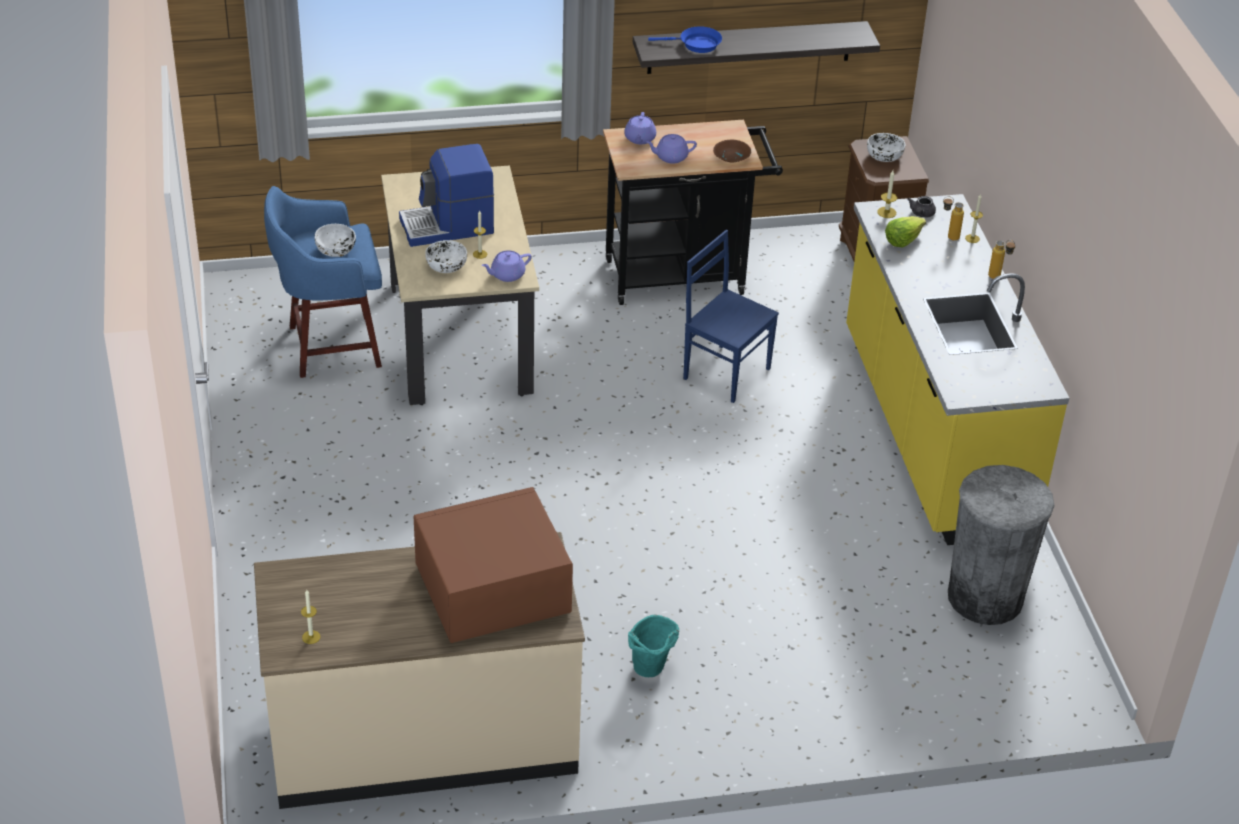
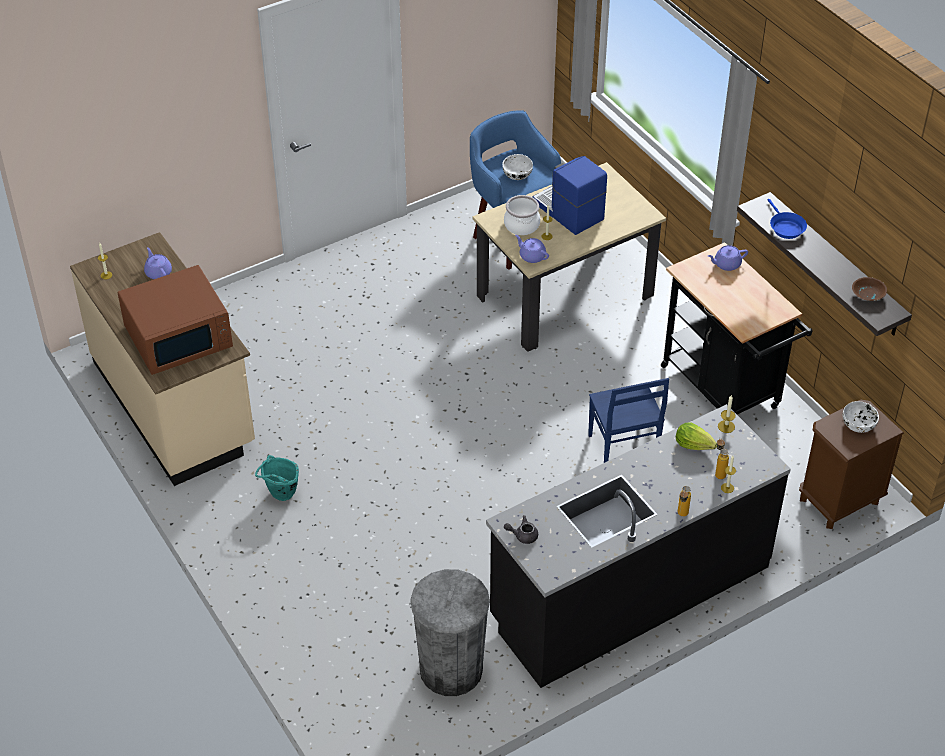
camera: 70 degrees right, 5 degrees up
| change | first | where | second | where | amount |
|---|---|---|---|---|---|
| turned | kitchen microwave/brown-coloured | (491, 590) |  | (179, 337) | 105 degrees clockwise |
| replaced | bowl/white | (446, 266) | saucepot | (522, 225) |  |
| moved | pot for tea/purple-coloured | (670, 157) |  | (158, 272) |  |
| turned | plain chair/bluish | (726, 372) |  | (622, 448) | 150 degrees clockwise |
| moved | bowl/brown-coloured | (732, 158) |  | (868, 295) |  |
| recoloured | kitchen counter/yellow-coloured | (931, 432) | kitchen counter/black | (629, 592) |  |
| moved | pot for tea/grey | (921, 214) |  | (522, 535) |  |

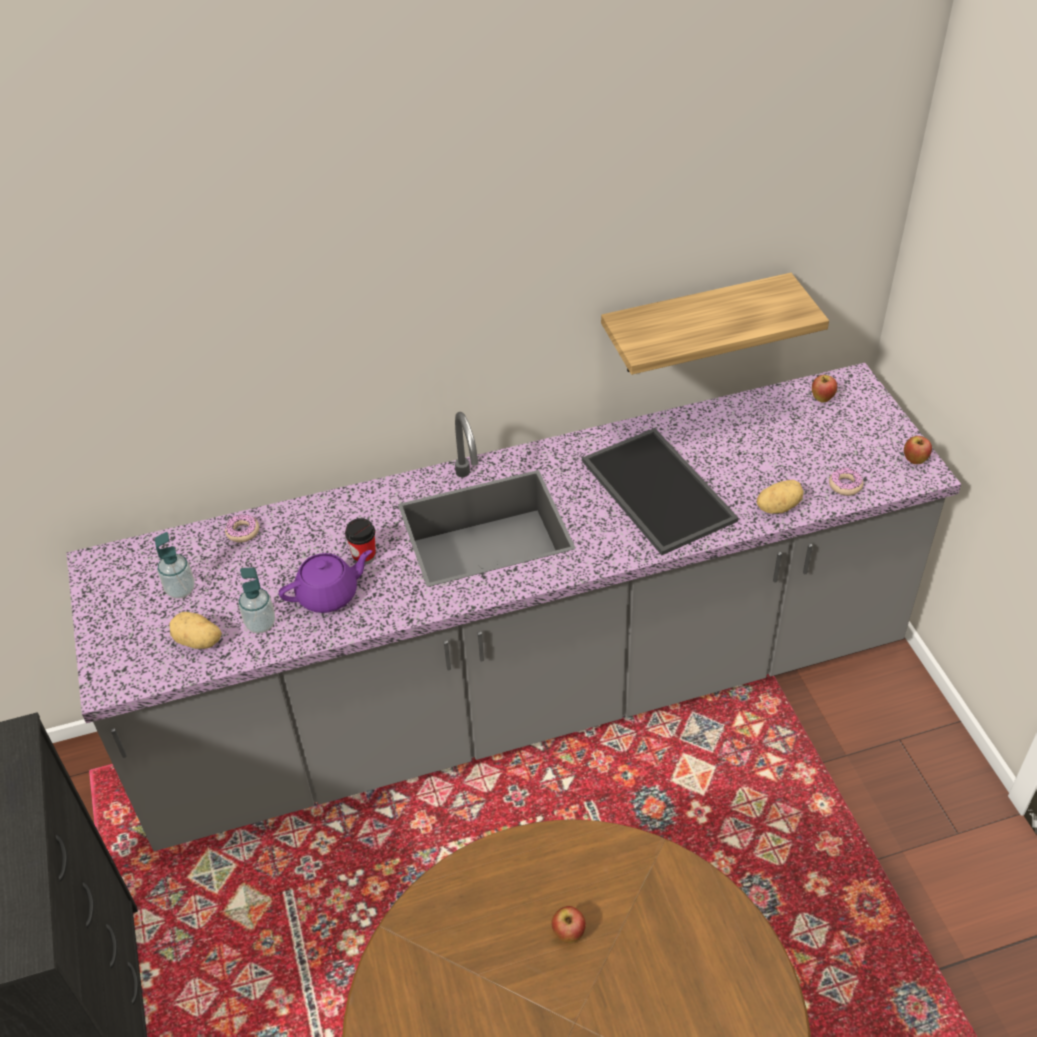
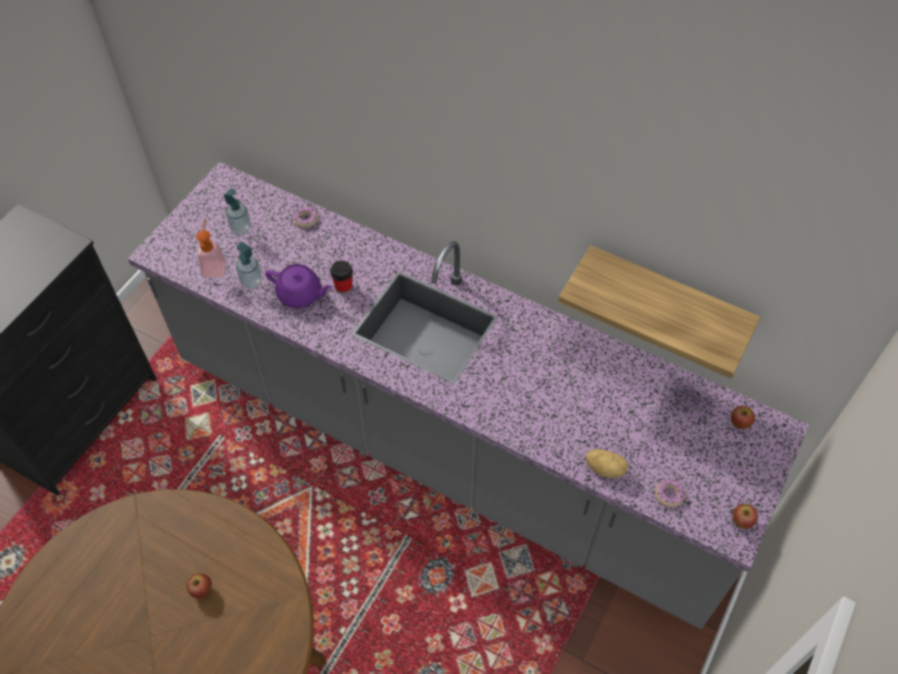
camera: 45 degrees right, 10 degrees up
| change | first | where | second | where | amount |
|---|---|---|---|---|---|
| replaced | spud | (198, 642) | soap dispenser | (214, 265) |  |
| removed | serving tray | (655, 490) |  |  |  |

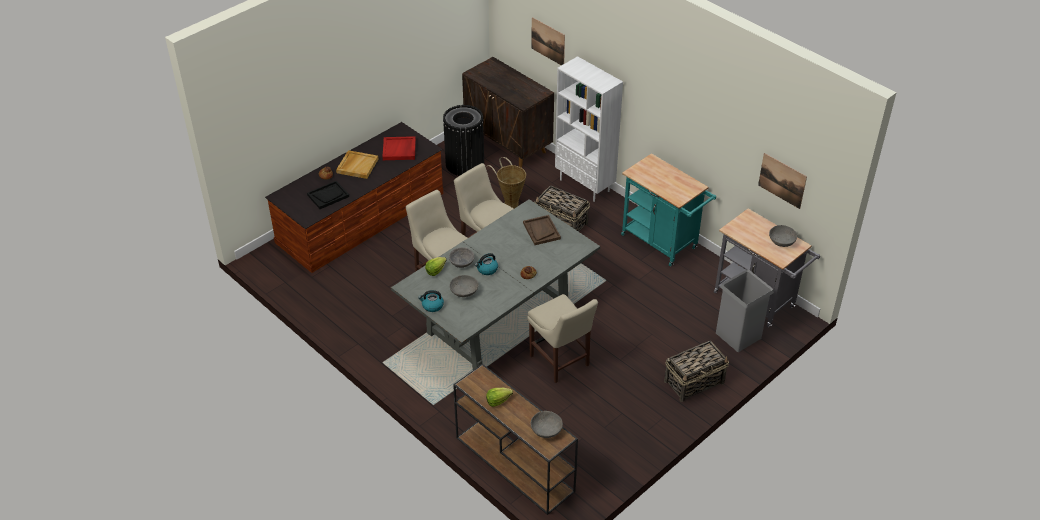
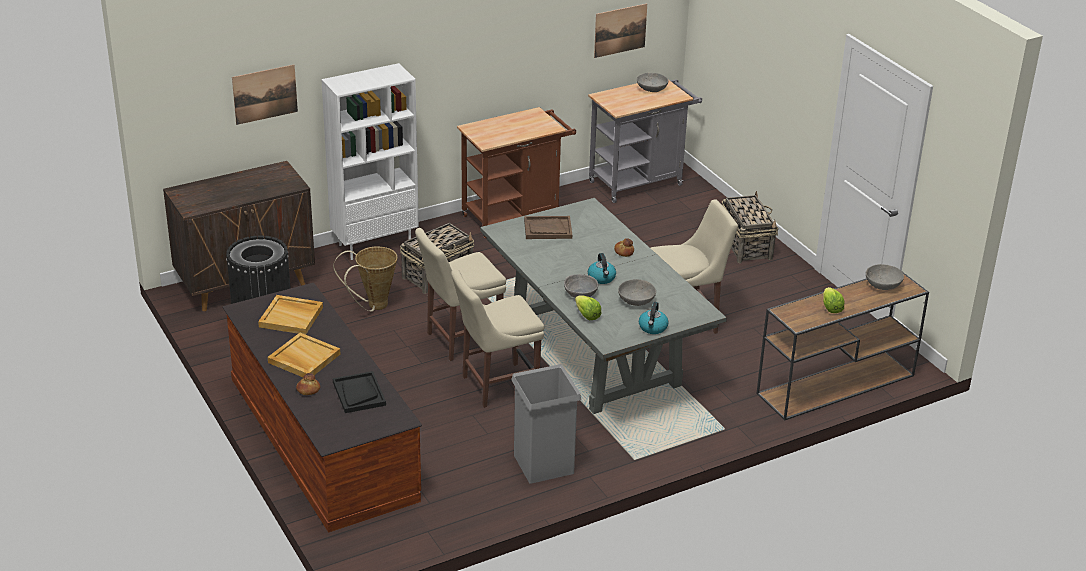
camera: 75 degrees left, 10 degrees down
| change | first | where | second | where | amount |
|---|---|---|---|---|---|
| recoloured | serving tray/red-coloured | (399, 150) | serving tray/beige | (291, 317) |  |
| recoloured | wheeled cart/blue-green | (663, 243) | wheeled cart/brown-coloured | (515, 215) |  |
| moved | trash can/grey | (738, 335) |  | (543, 463) |  |

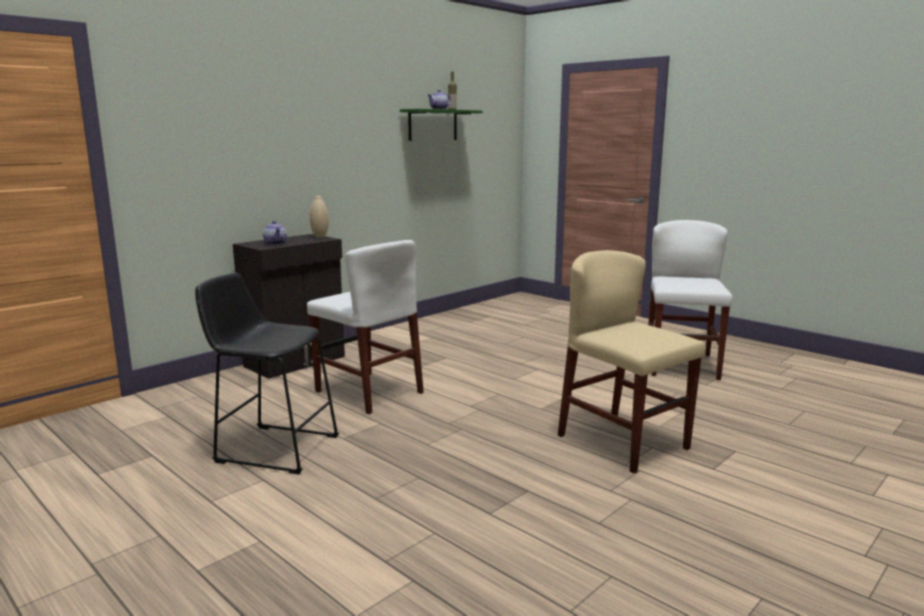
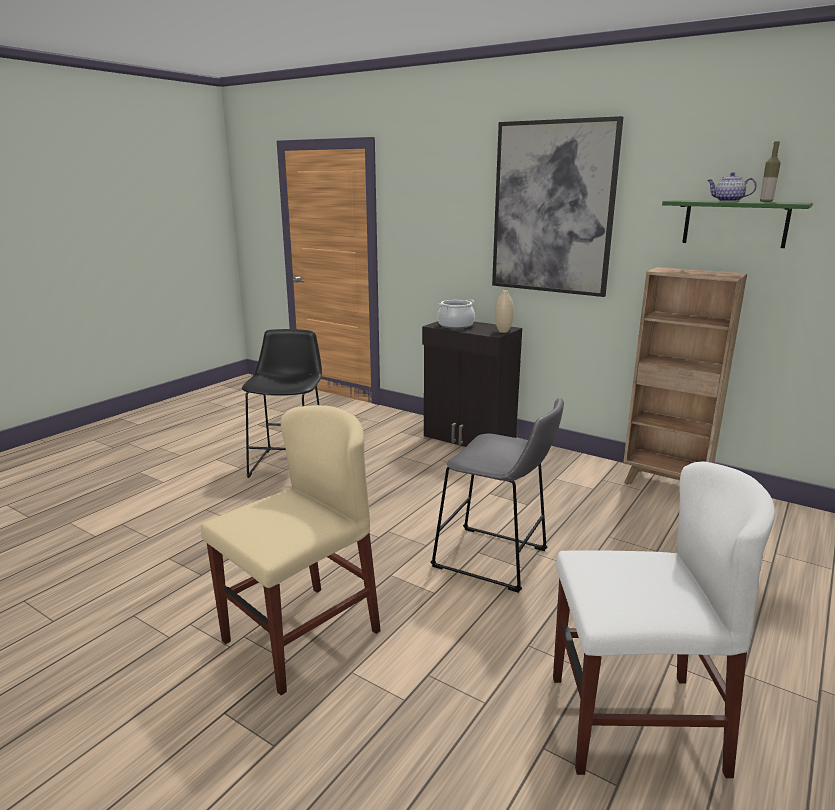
camera: 80 degrees right, 5 degrees up
| change | first | where | second | where | amount |
|---|---|---|---|---|---|
| replaced | pot for tea | (276, 243) | saucepot | (456, 325) |  |
| removed | plain chair/white | (368, 392) |  |  |  |
| added |  |  | stool seat/grey | (496, 560) |  |
| added |  |  | wall picture | (553, 208) |  |
| added |  |  | bookcase/brown-coloured | (665, 485) |  |

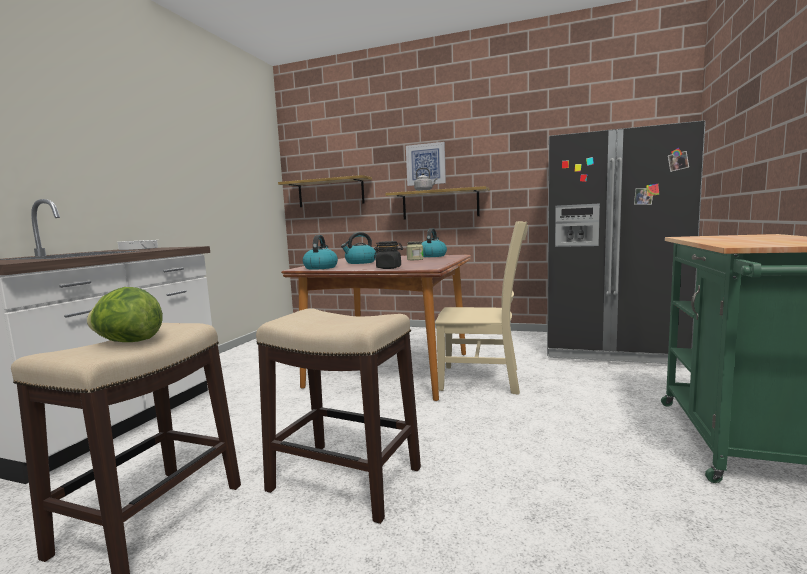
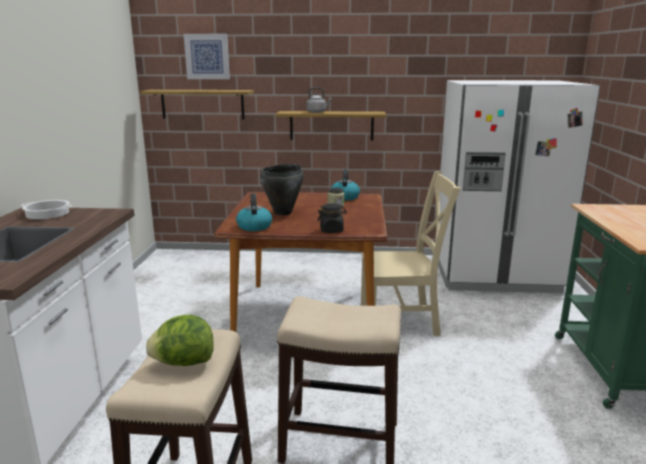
camera: 15 degrees left, 10 degrees up
| change | first | where | second | where | amount |
|---|---|---|---|---|---|
| replaced | tea kettle | (360, 262) | saucepot/black | (283, 213) |  |
| moved | wall picture | (426, 164) |  | (207, 56) |  |
| recoloured | refrigerator/black | (608, 348) | refrigerator/white | (494, 274) |  |

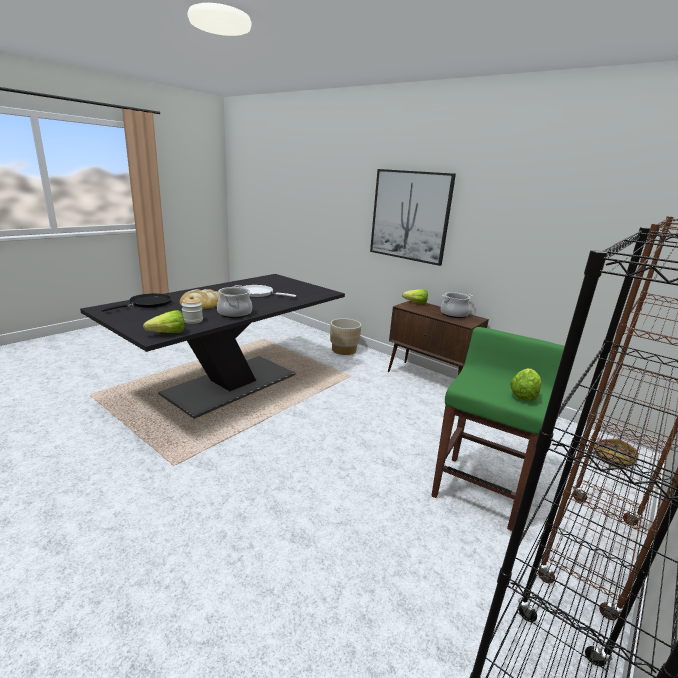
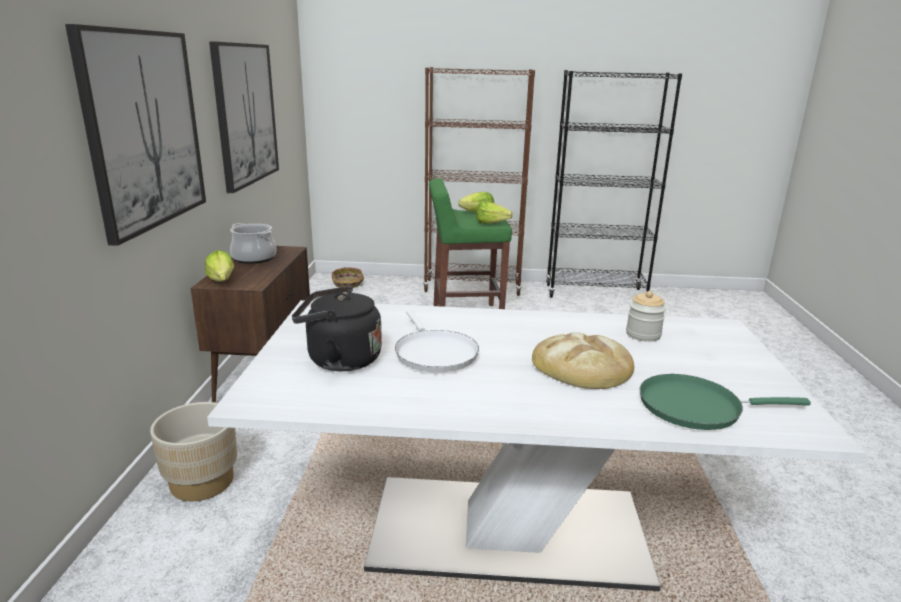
camera: 125 degrees left, 0 degrees up
| change | first | where | second | where | amount |
|---|---|---|---|---|---|
| recoloured | kitchen table/black | (231, 384) | kitchen table/white | (508, 532) |  |
| recoloured | pan/black | (148, 304) | pan/green-coloured | (696, 407) |  |
| moved | head of lettuce | (164, 334) |  | (494, 224) |  |
| removed | saucepot | (234, 313) |  |  |  |
| added |  |  | wall picture | (245, 114) |  |
| added |  |  | tea kettle/black | (339, 360) |  |

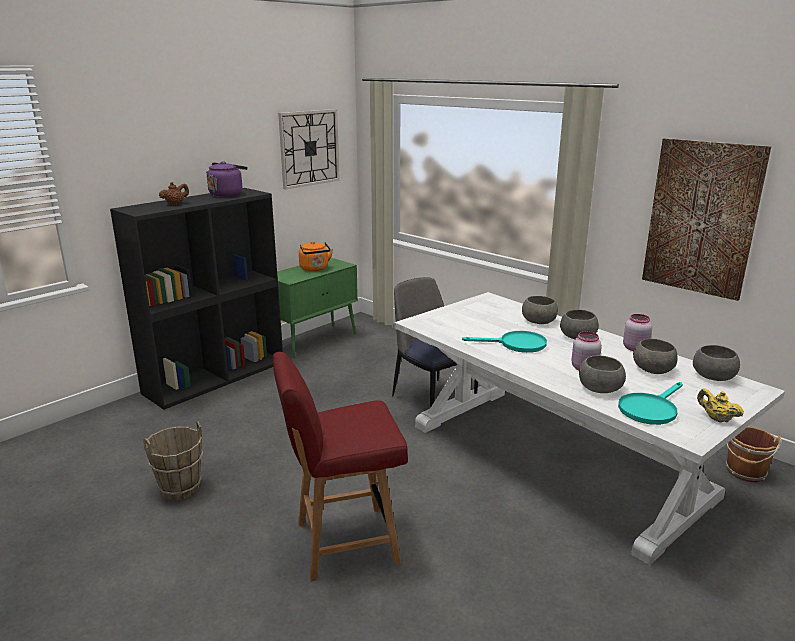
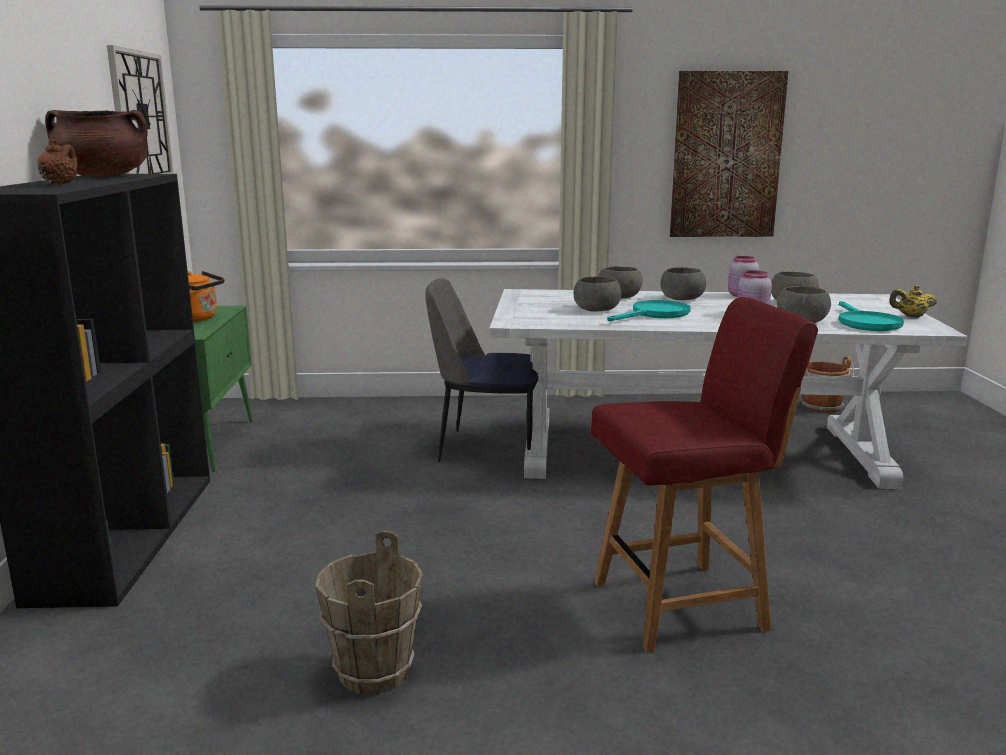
camera: 45 degrees left, 5 degrees down
| change | first | where | second | where | amount |
|---|---|---|---|---|---|
| replaced | tea kettle/purple-coloured | (227, 194) | saucepot/brown-coloured | (103, 177) |  |
| turned | plain chair/red-coloured | (343, 542) |  | (683, 604) | 135 degrees counterclockwise |
| moved | bowl/grey | (712, 376) |  | (596, 310) |  |

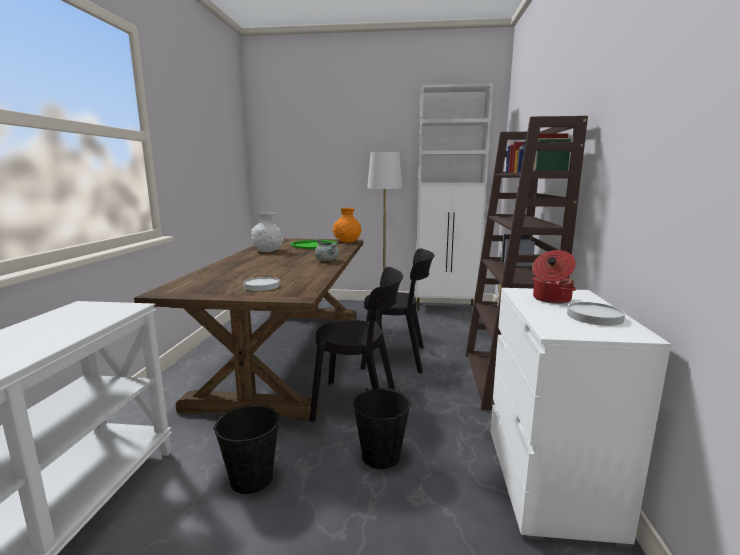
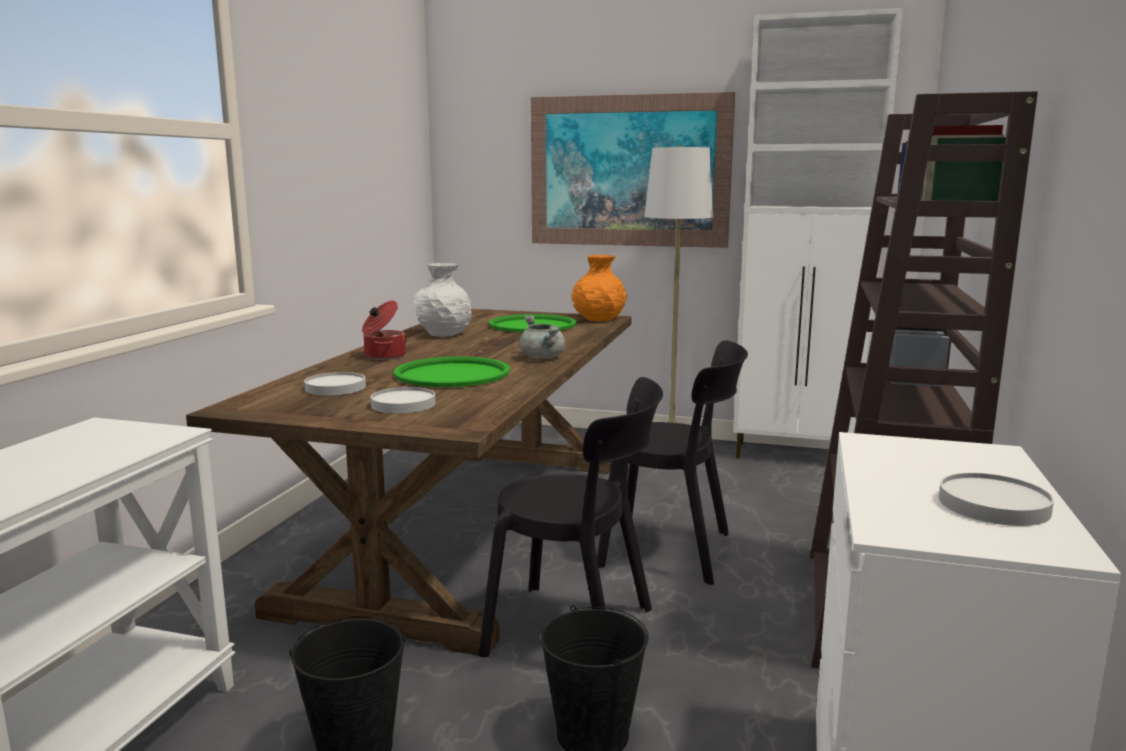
camera: 10 degrees right, 0 degrees up
| change | first | where | second | where | amount |
|---|---|---|---|---|---|
| moved | saucepot | (550, 299) |  | (384, 356) |  |
| added |  |  | flat dish/white | (335, 388) |  |
| added |  |  | serving tray/green-coloured | (452, 374) |  |
| added |  |  | wall picture | (628, 171) |  |

